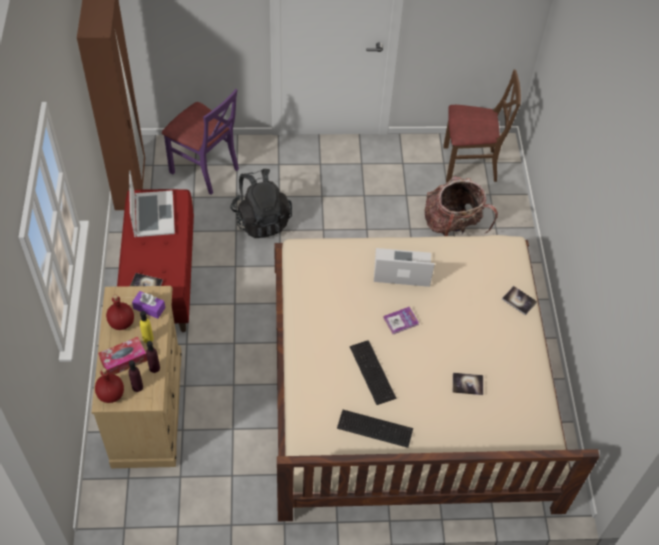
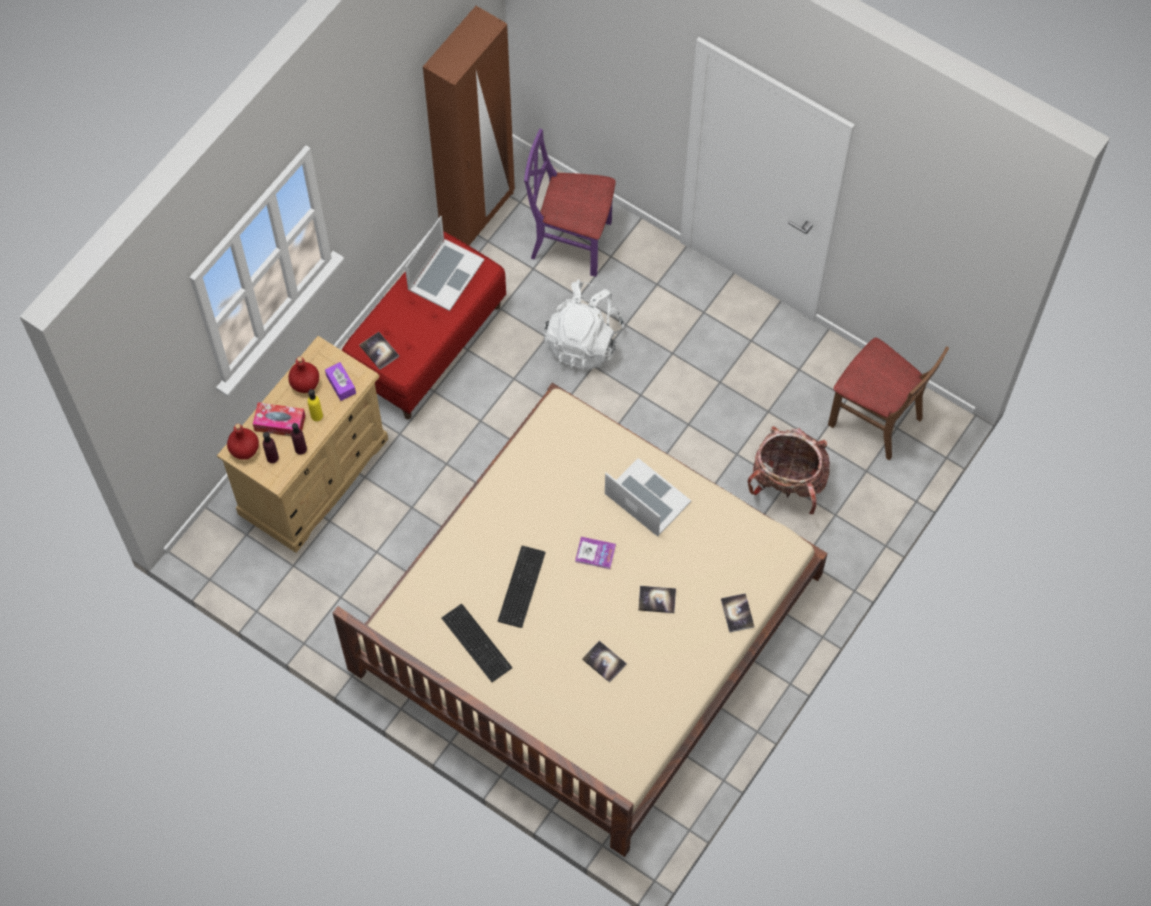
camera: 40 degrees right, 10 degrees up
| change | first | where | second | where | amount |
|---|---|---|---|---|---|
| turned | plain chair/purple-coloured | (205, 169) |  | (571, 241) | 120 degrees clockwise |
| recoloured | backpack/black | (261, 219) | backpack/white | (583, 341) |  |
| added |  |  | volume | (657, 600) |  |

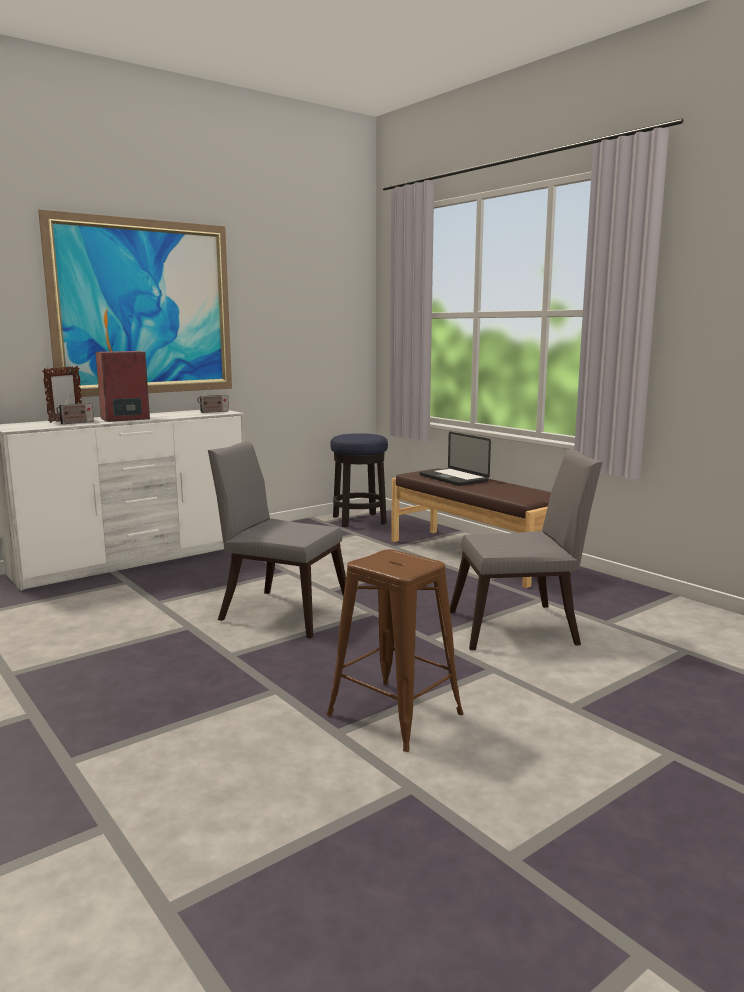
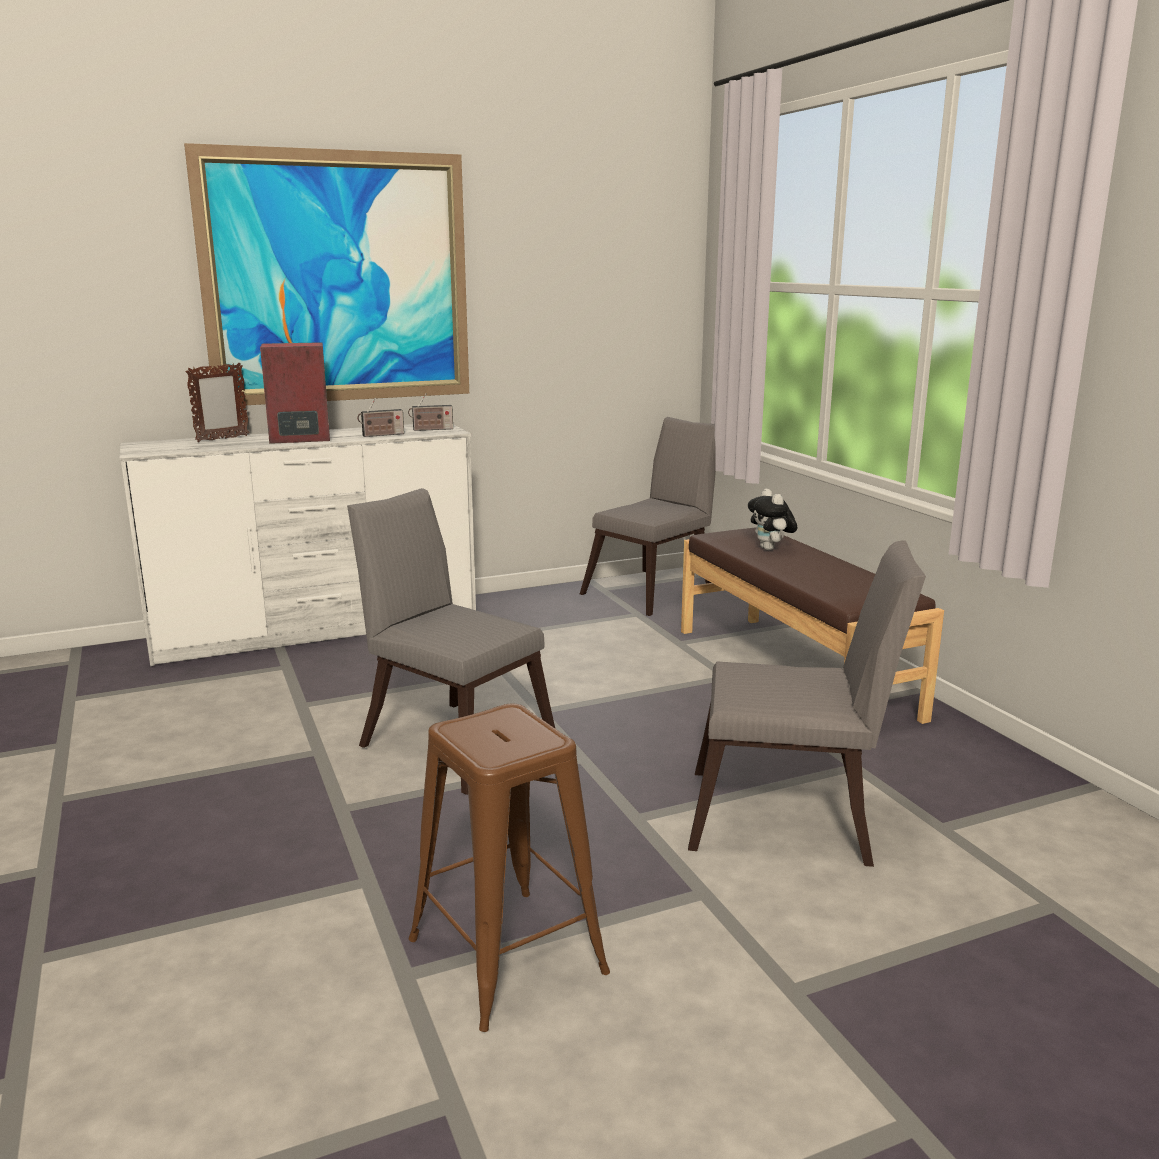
camera: 15 degrees right, 5 degrees up
| change | first | where | second | where | amount |
|---|---|---|---|---|---|
| moved | radio | (76, 423) |  | (381, 435) |  |
| replaced | stool seat | (359, 520) | plain chair/grey | (654, 591) |  |
| replaced | portable computer | (453, 478) | plush toy | (770, 549) |  |

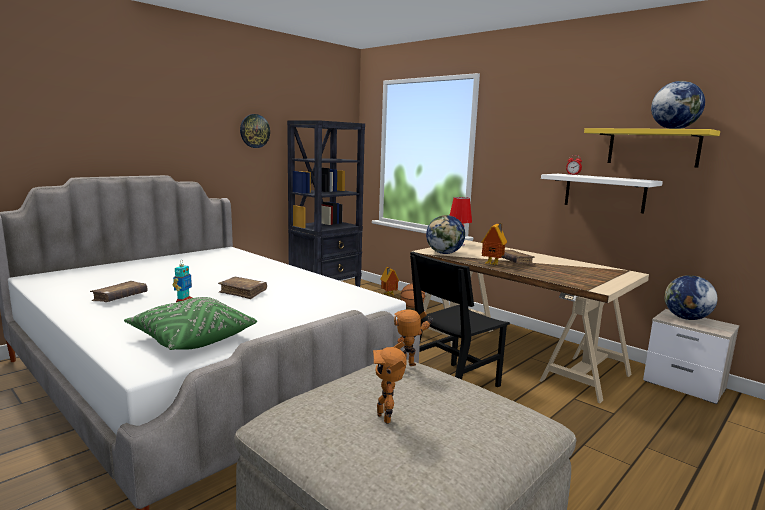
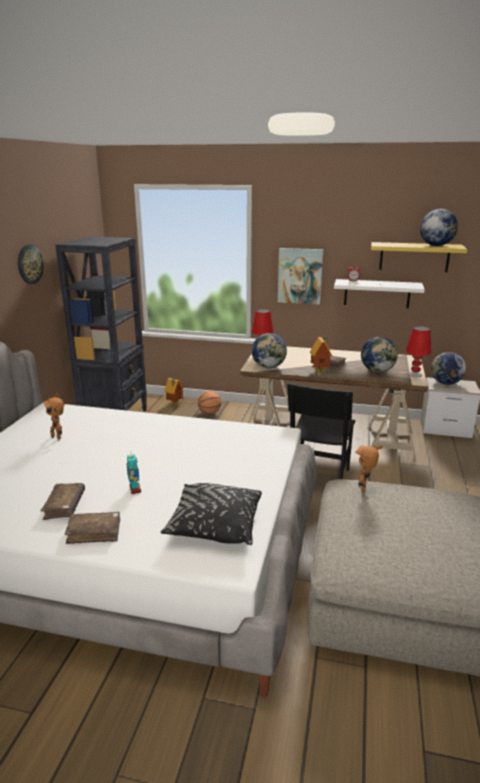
camera: 30 degrees left, 10 degrees up
| change | first | where | second | where | amount |
|---|---|---|---|---|---|
| recoloured | cushion/green-coloured | (191, 338) | cushion/black | (215, 525) |  |
| moved | volume/brown-coloured | (243, 292) |  | (94, 532) |  |
| moved | toy robot | (386, 417) |  | (57, 437) |  |
| added |  |  | wall picture | (300, 276) |  |
| added |  |  | globe | (377, 371) |  |
| added |  |  | lamp for a table/red-coloured | (415, 374) |  |

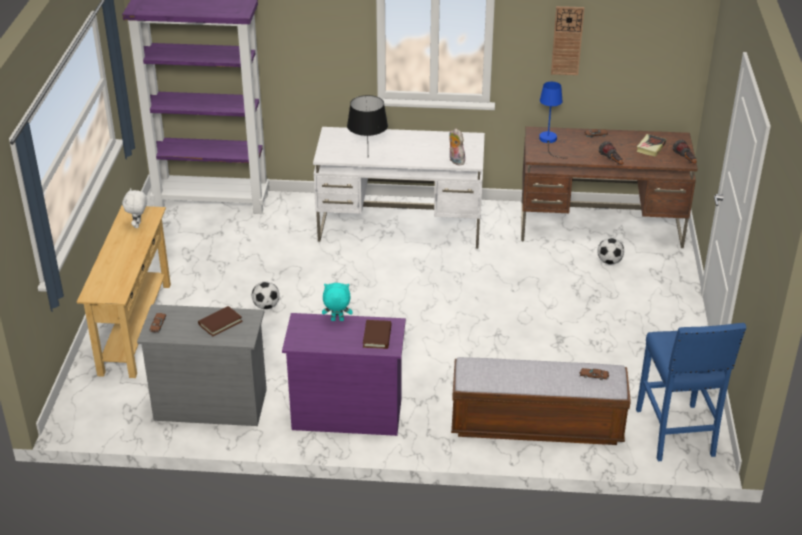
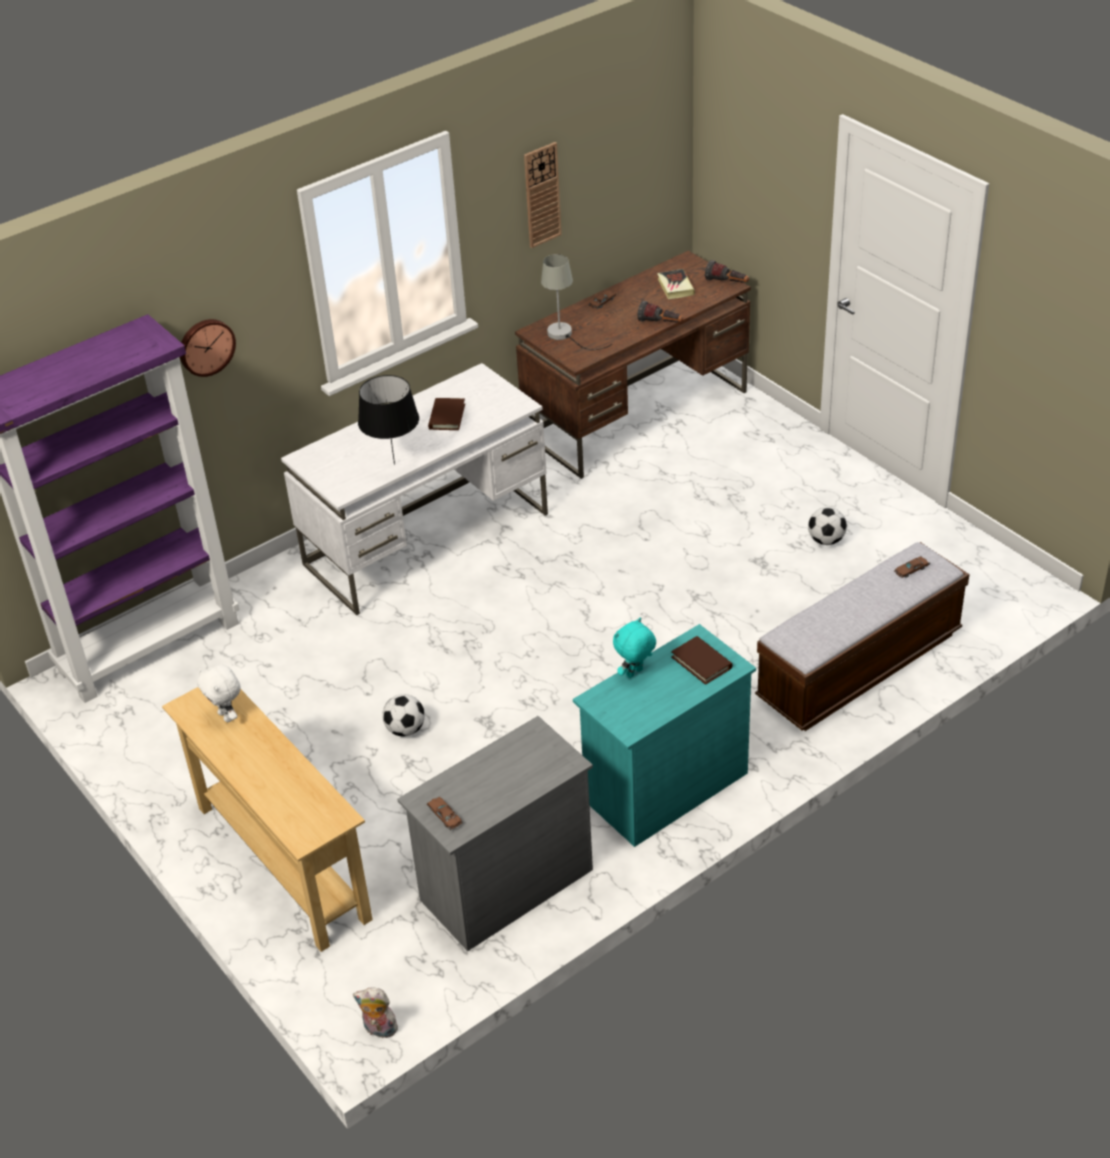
camera: 40 degrees left, 5 degrees up
| change | first | where | second | where | amount |
|---|---|---|---|---|---|
| moved | volume/brown-coloured | (220, 323) |  | (447, 416) |  |
| recoloured | drawer chest/purple-coloured | (346, 413) | drawer chest/blue-green | (665, 787) |  |
| moved | plush toy | (455, 161) |  | (379, 1030) |  |
| recoloured | lamp for a table/bluish | (549, 141) | lamp for a table/grey | (565, 335) |  |
| moved | ball for football | (609, 261) |  | (826, 540) |  |
| removed | stool seat/bluish | (675, 434) |  |  |  |
| added |  |  | hanging clock | (205, 346) |  |

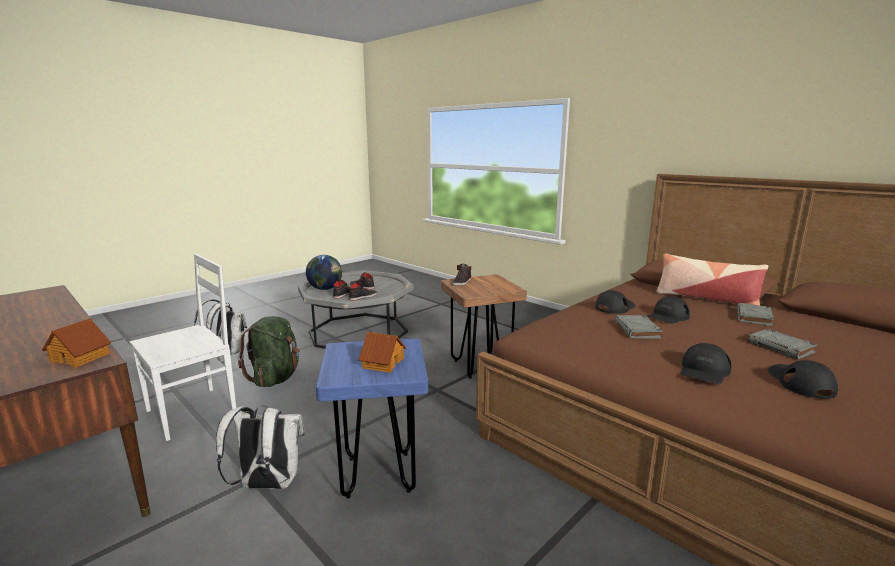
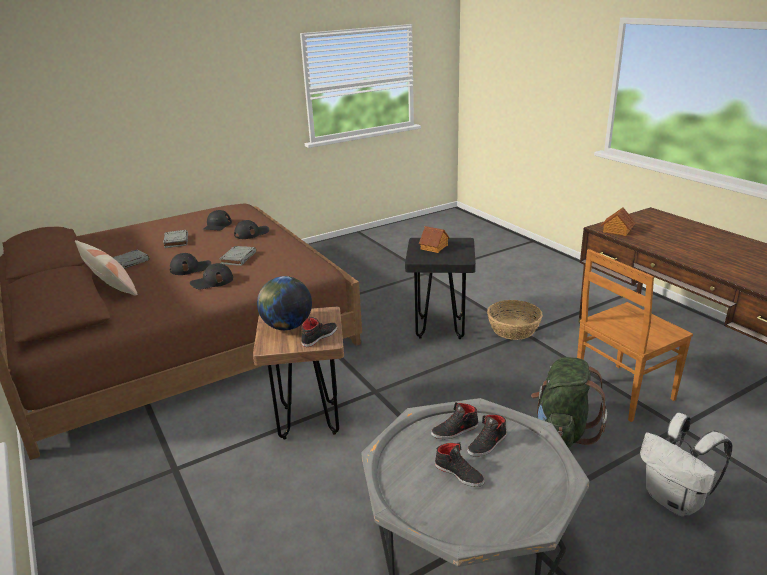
camera: 165 degrees left, 10 degrees up
| change | first | where | second | where | amount |
|---|---|---|---|---|---|
| recoloured | plain chair/white | (194, 411) | plain chair/brown-coloured | (621, 393) |  |
| replaced | backpack/white | (267, 485) | household basket | (513, 329) |  |
| moved | globe | (325, 289) |  | (287, 326) |  |
| recoloured | stool seat/bluish | (378, 474) | stool seat/black | (440, 328) |  |

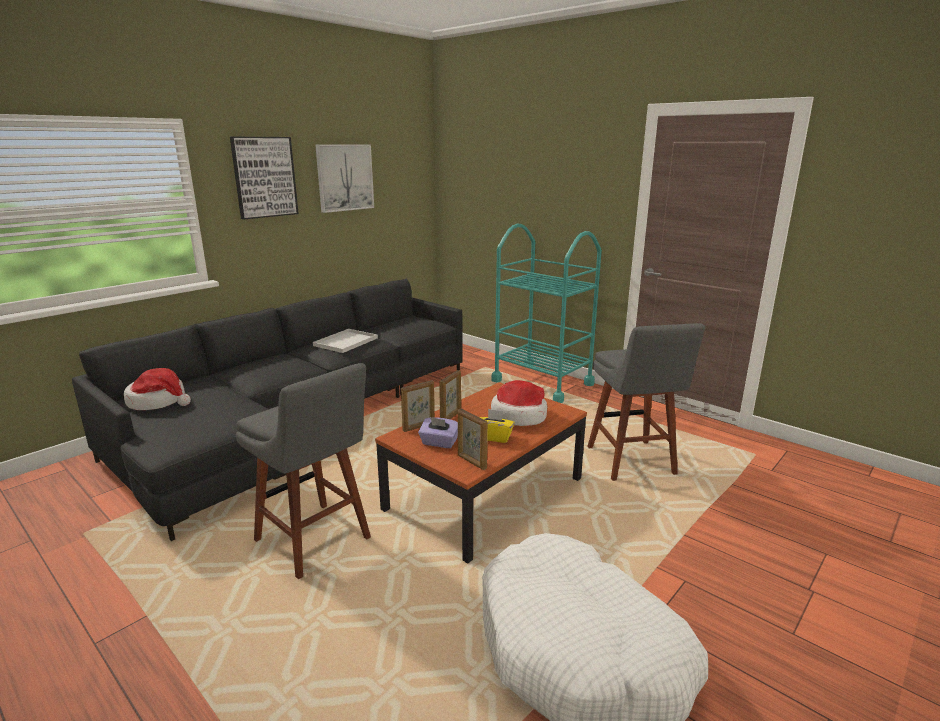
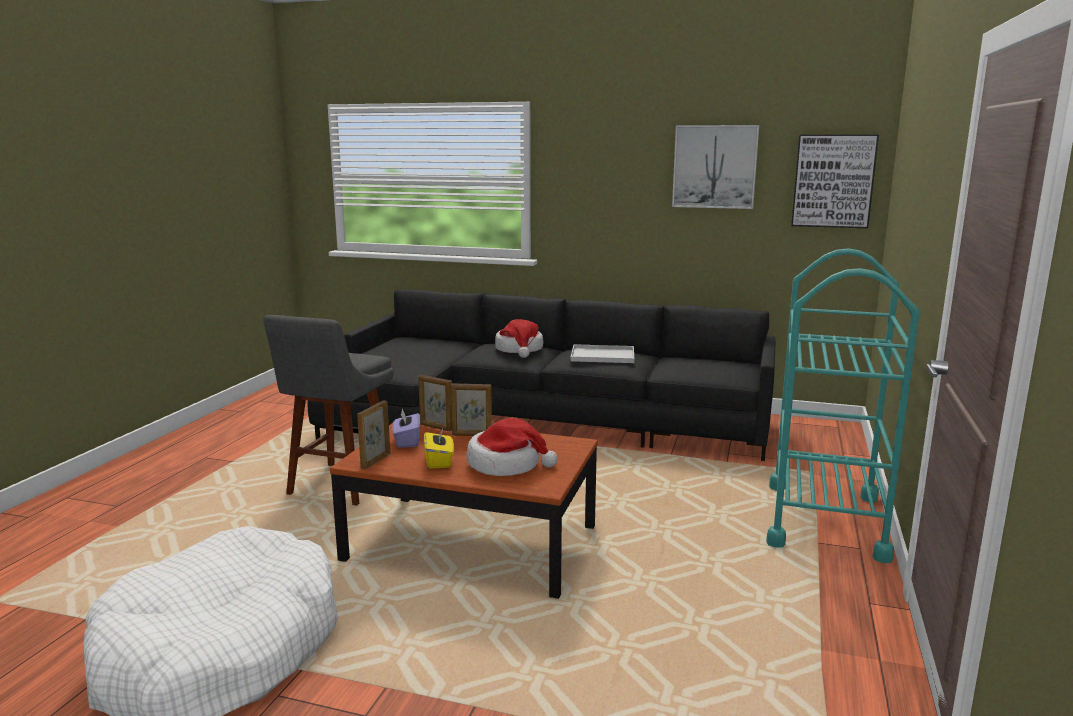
camera: 65 degrees right, 5 degrees down
| change | first | where | second | where | amount |
|---|---|---|---|---|---|
| moved | hat | (158, 401) |  | (519, 349) |  |
| moved | wall picture | (264, 177) |  | (833, 181) |  |
| removed | stool seat/grey | (632, 463) |  |  |  |

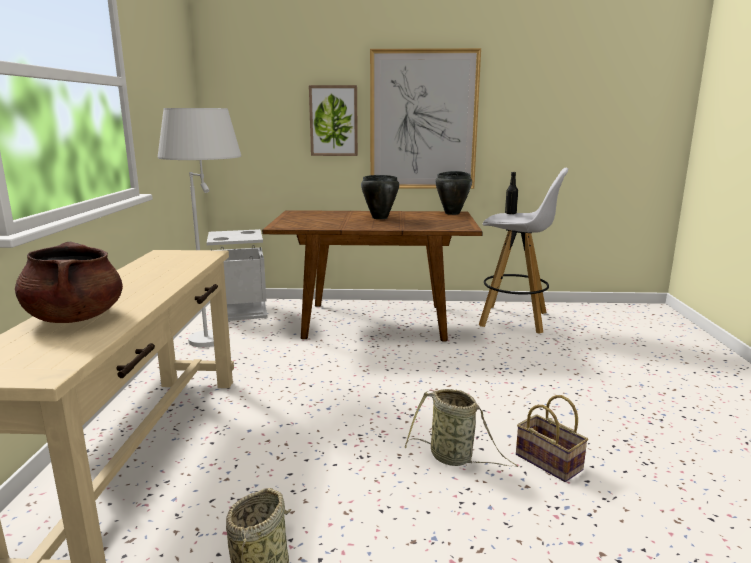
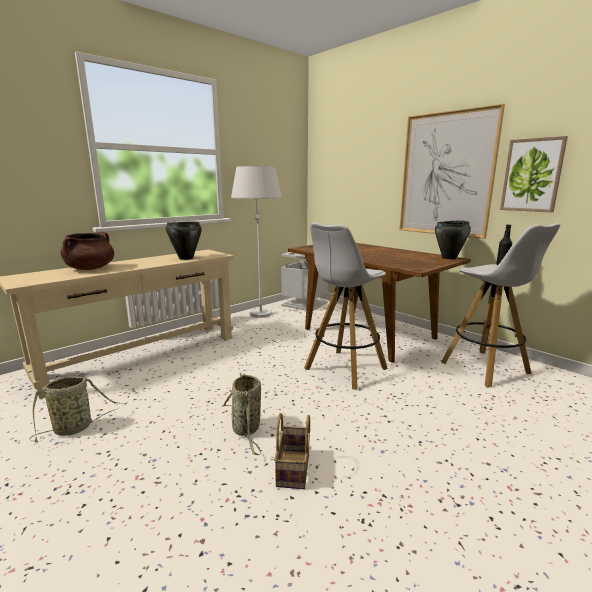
camera: 45 degrees right, 0 degrees up
| change | first | where | second | where | amount |
|---|---|---|---|---|---|
| moved | wall picture | (333, 121) |  | (532, 175) |  |
| moved | saucepot/black | (379, 218) |  | (185, 258) |  |
| added |  |  | stool seat/white | (344, 369) |  |

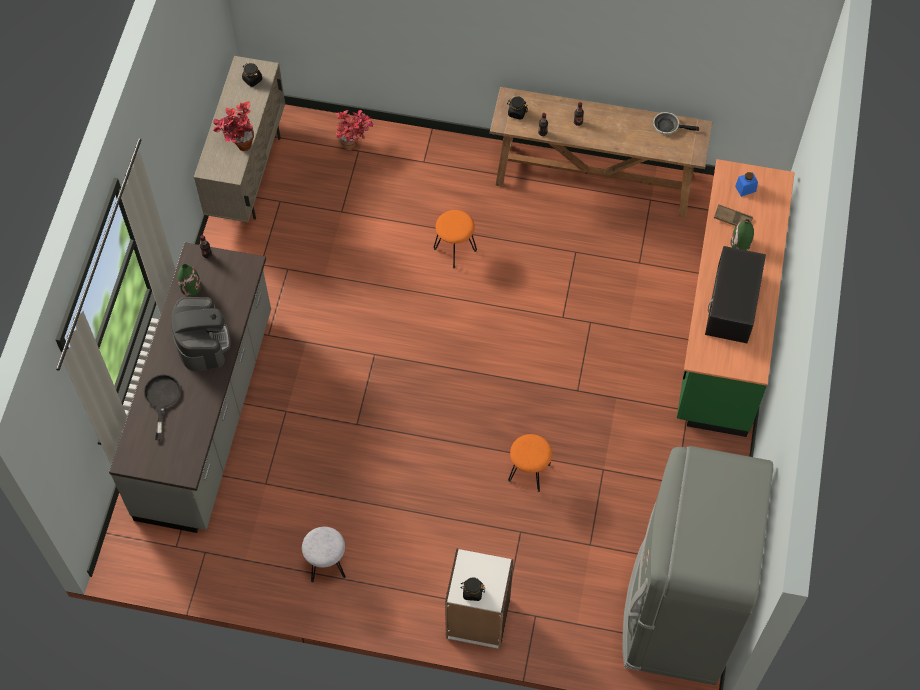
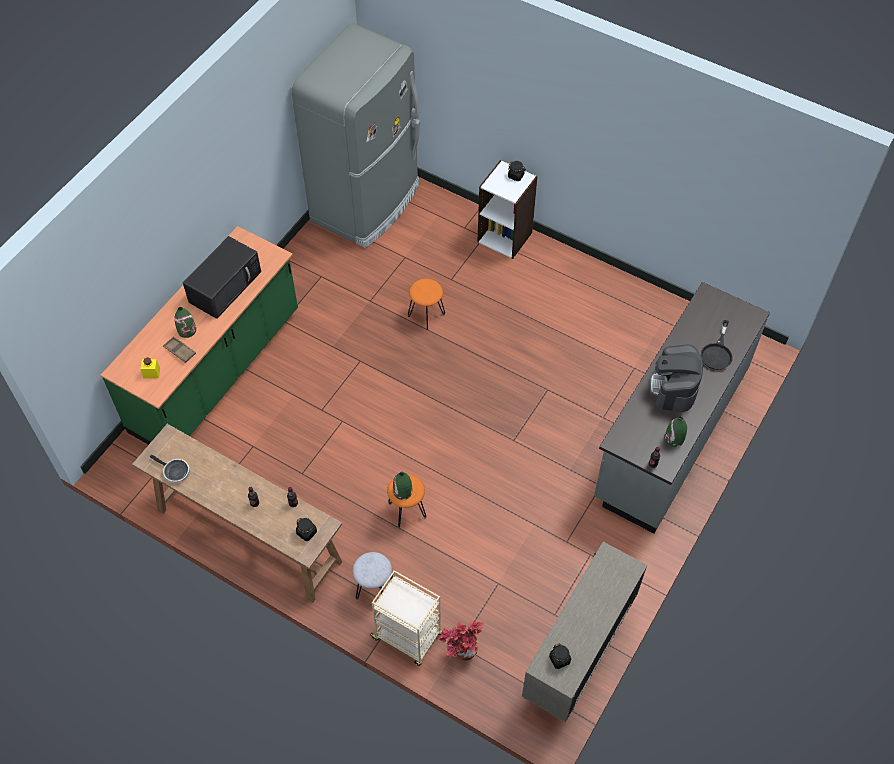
camera: 160 degrees left, 5 degrees down
| change | first | where | second | where | amount |
|---|---|---|---|---|---|
| removed | houseplant | (239, 146) |  |  |  |
| moved | stool seat/grey | (326, 564) |  | (374, 588) |  |
| recoloured | jar/bluish | (745, 189) | jar/yellow-coloured | (151, 373) |  |
| added |  |  | wheeled cart/beige | (408, 636) |  |
| added |  |  | decorative vase/green-coloured | (402, 491) |  |

